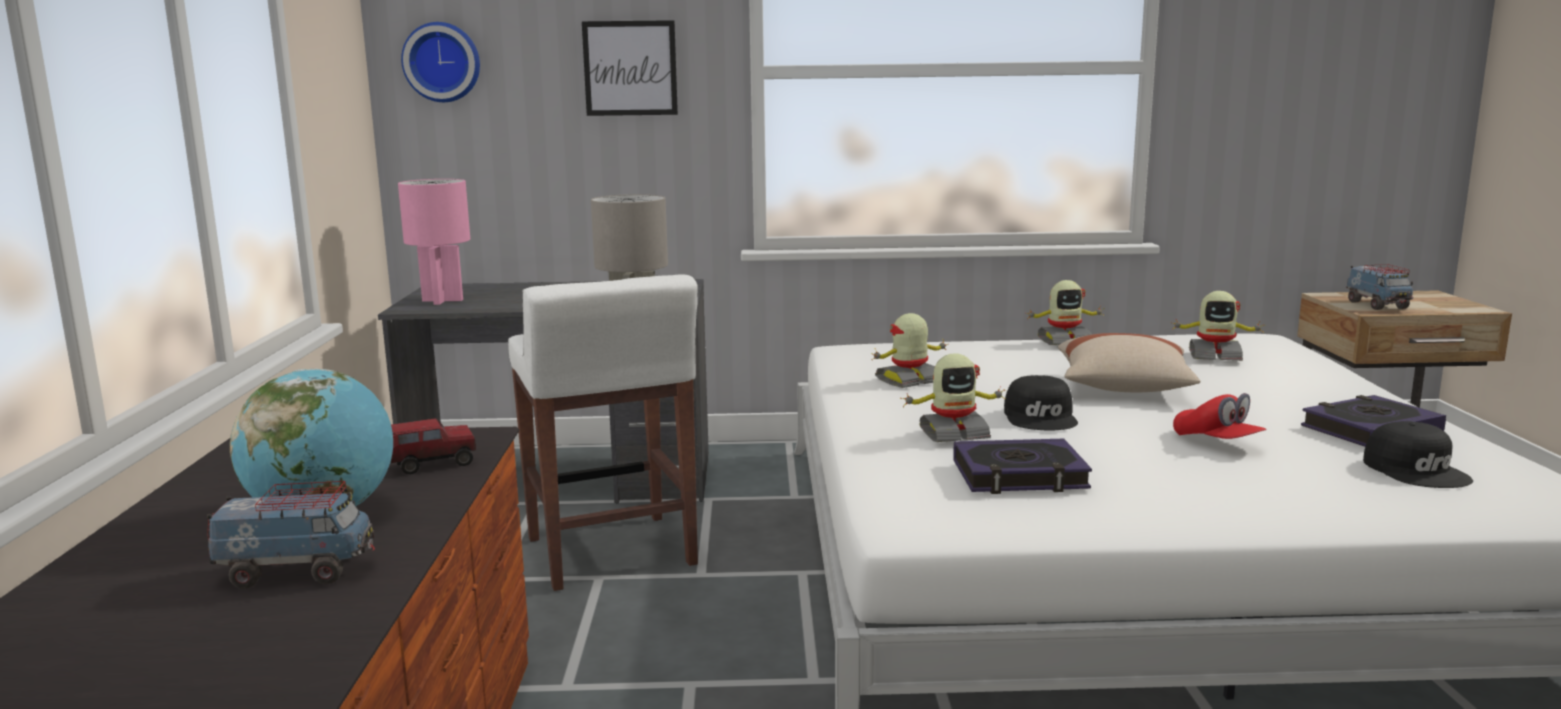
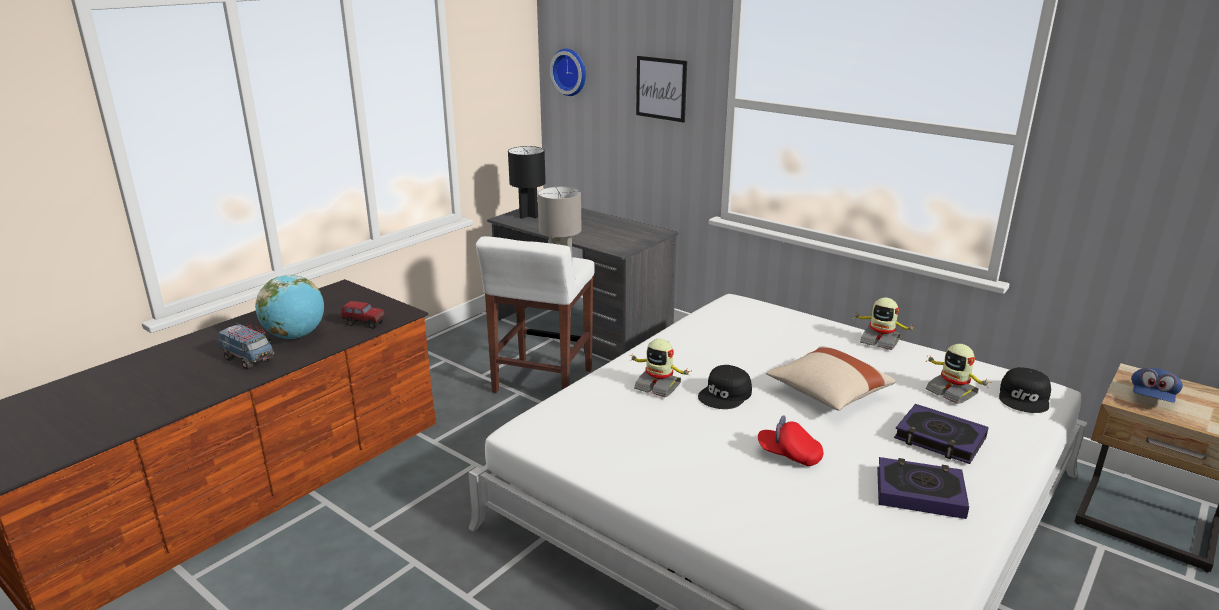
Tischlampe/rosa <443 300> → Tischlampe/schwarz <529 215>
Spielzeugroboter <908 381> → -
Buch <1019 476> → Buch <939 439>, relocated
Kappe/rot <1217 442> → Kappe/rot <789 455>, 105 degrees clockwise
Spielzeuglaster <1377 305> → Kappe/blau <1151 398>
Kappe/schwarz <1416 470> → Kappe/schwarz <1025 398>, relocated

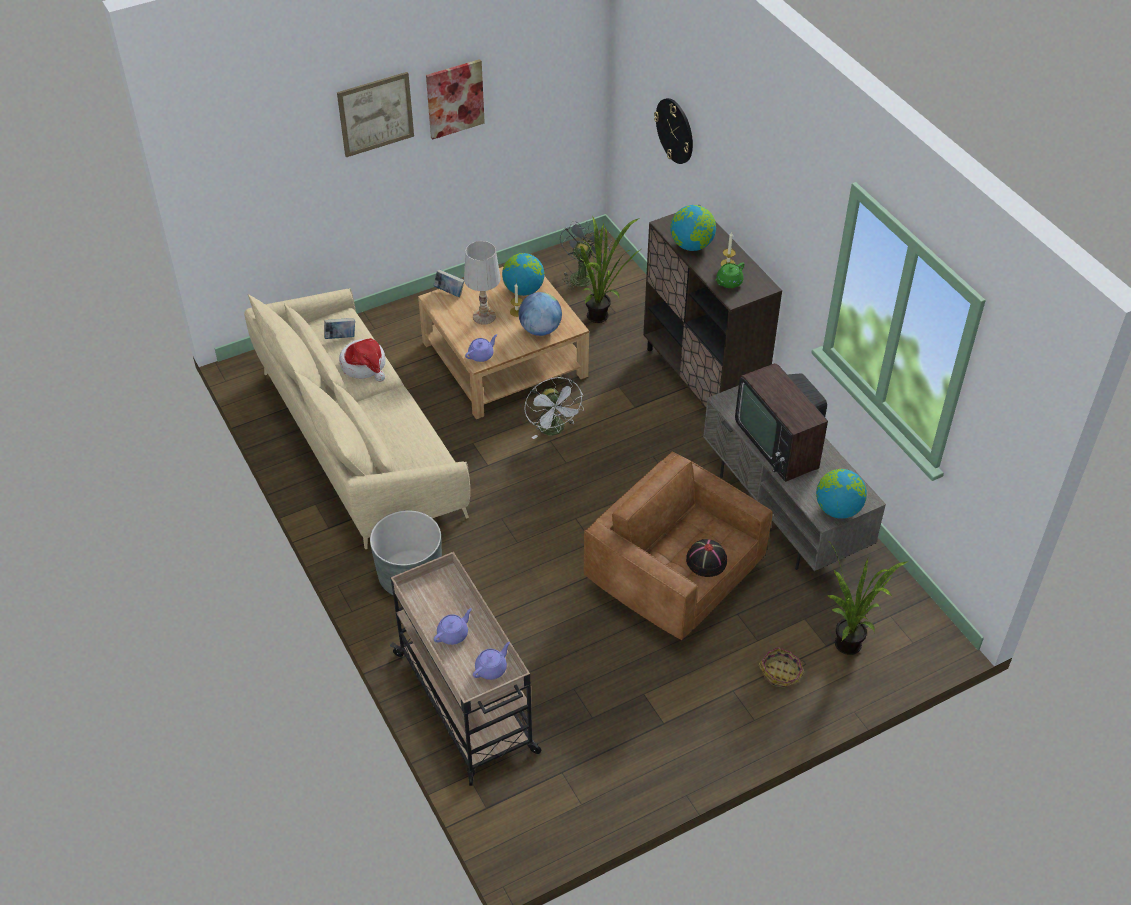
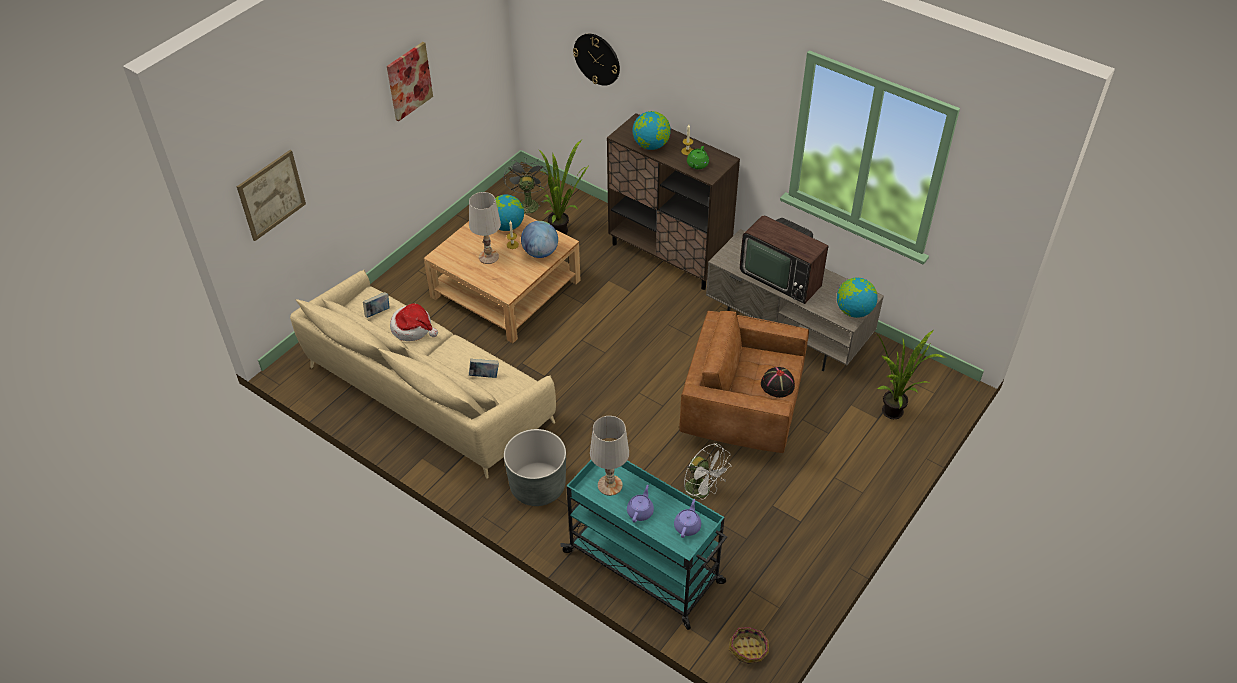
Bild <375 114> → Bild <271 195>, relocated
Rollwagen/beige <466 704> → Rollwagen/türkis <645 568>
Buch <449 292> → Buch <484 376>, relocated
Teekanne/lila <481 355> → -
Ventilator/weiß <554 430> → Ventilator/weiß <702 491>, relocated
Korb <781 673> → Korb <749 649>, relocated
- → Tischlampe/weiß <609 485>

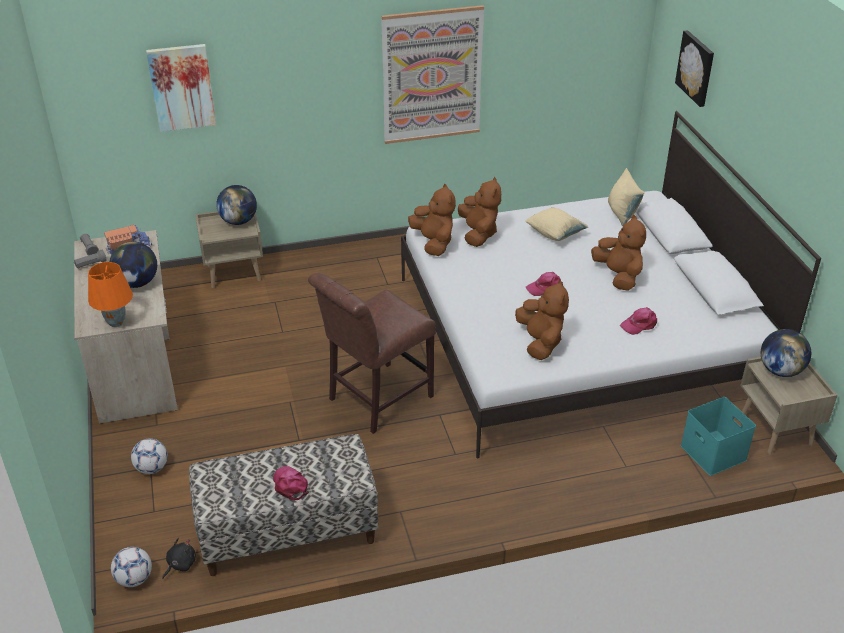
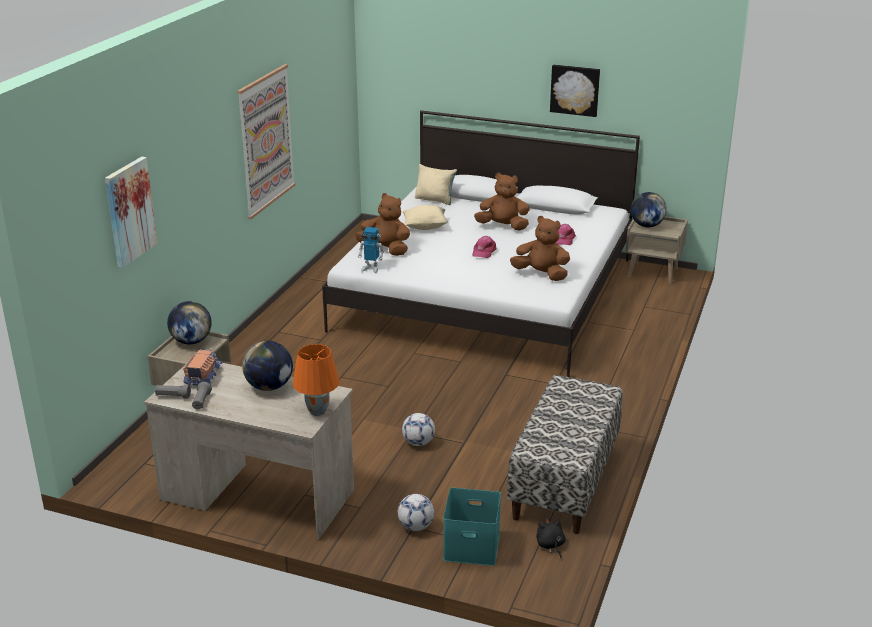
Fußball <134 579> → Fußball <418 443>, relocated
Kappe/rosa <290 485> → -
Stuhl/braun <375 400> → -
Plüschtier/braun <434 243> → Spielzeugroboter <371 268>
Bild <696 68> → Bild <575 90>, relocated
Aufbewahrungsbox/türkis <714 453> → Aufbewahrungsbox/türkis <473 546>, relocated

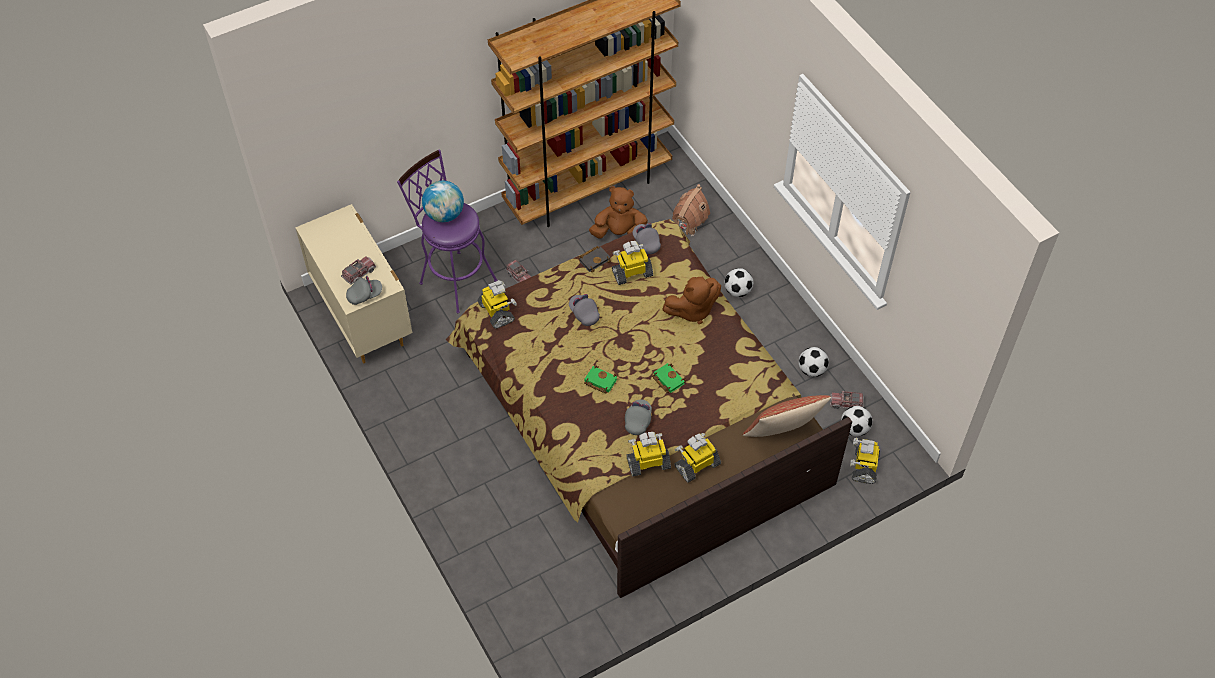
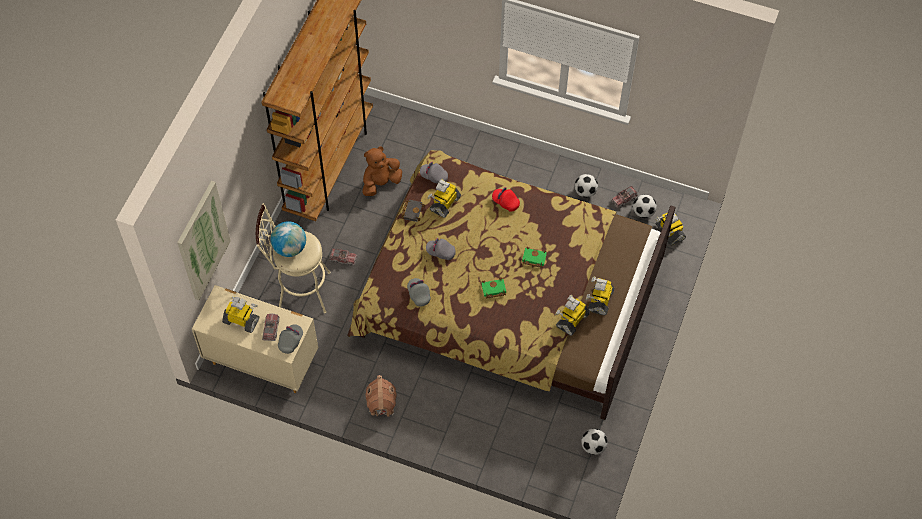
Hocker/lila <454 278> → Hocker/beige <298 290>
Spielzeugroboter <497 312> → Spielzeugroboter <242 320>, relocated
Kappe/grau <638 421> → Kappe/grau <418 294>, relocated
Plüschtier/braun <692 310> → Kappe/rot <505 202>
Spielzeughaus <689 222> → Spielzeughaus <381 404>, relocated
Fußball <737 291> → Fußball <593 446>, relocated
Kissen <782 434> → -
- → Bild <203 241>

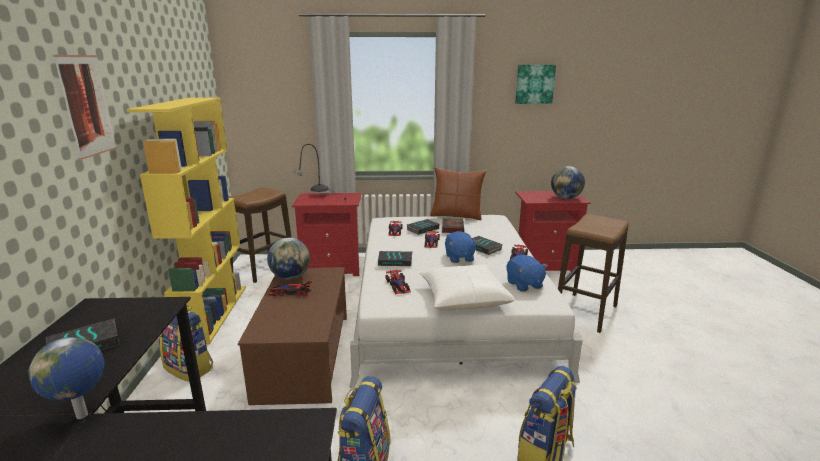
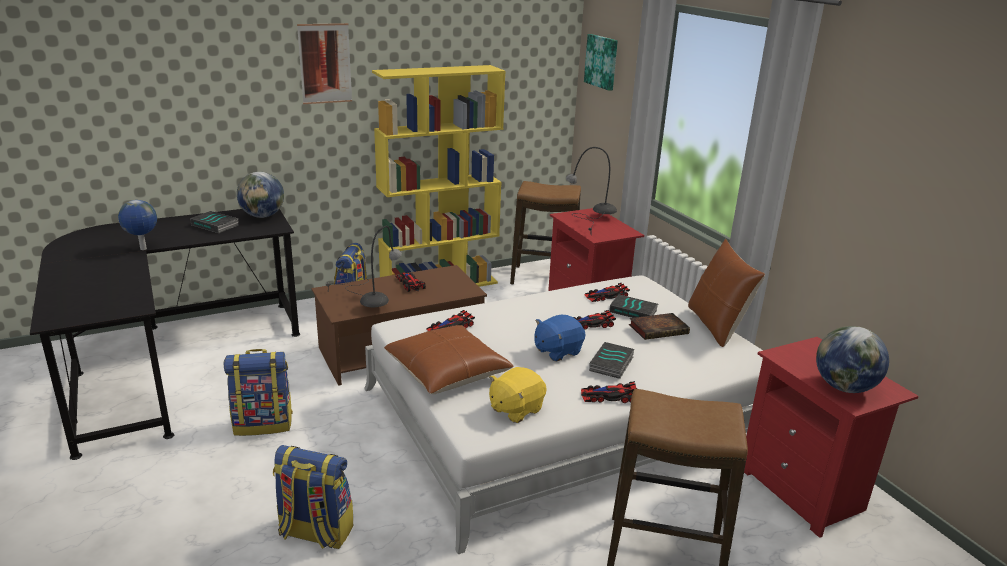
Globus <291 277> → Globus <263 216>, relocated
Buch <395 261> → -
Kissen/weiß <464 298> → Kissen/braun <447 371>
Plüschtier/blau <524 285> → Plüschtier/gelb <515 409>
Bild <534 84> → Bild <602 61>, relocated
- → Tischlampe/grau <371 301>

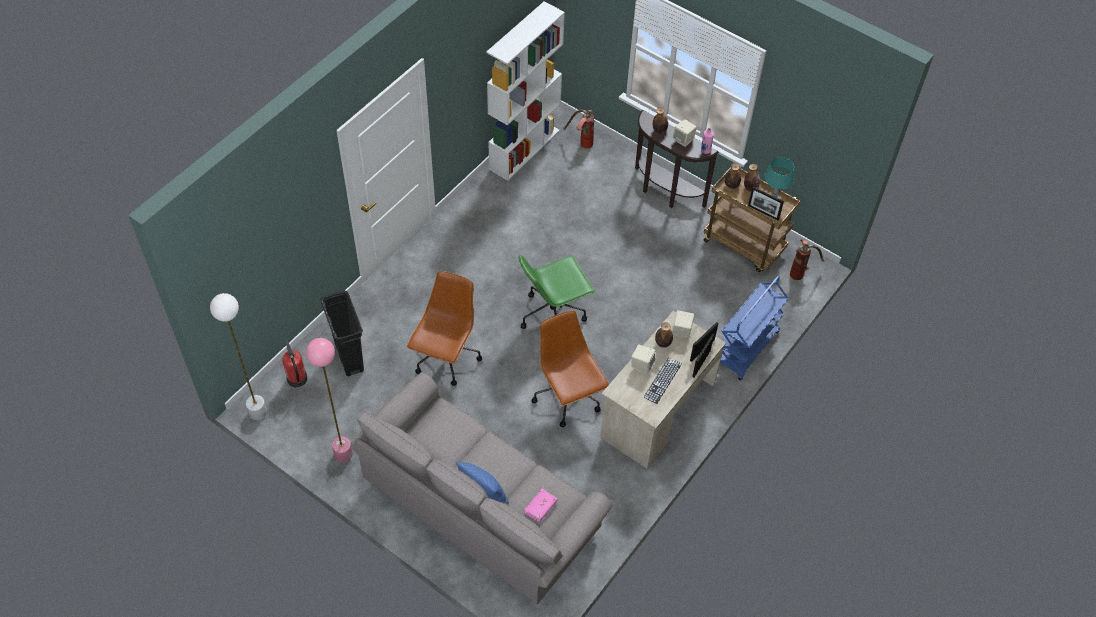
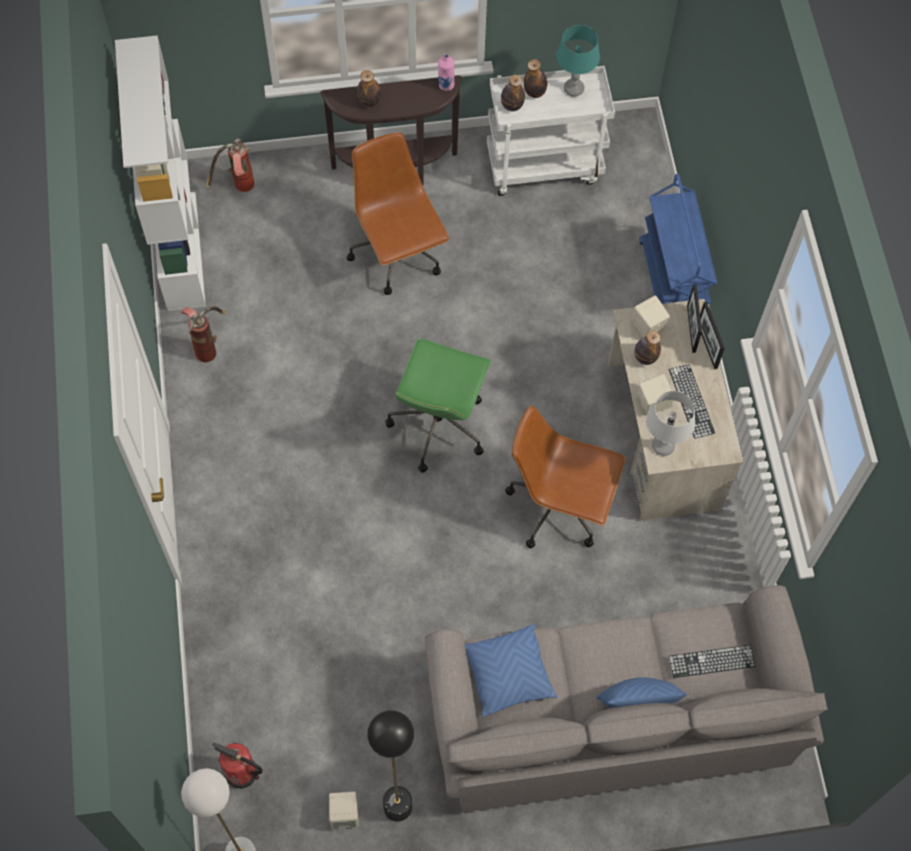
Stehlampe/rosa <343 454> → Stehlampe/schwarz <397 807>
Mülleimer/schwarz <349 358> → -
Bürostuhl/braun <446 358> → Bürostuhl/braun <398 255>, relocated
Buch/rosa <540 507> → Tastatur <711 661>
Lautsprecher/beige <683 140> → Lautsprecher/beige <344 814>, relocated
Rollwagen/braun <744 245> → Rollwagen/weiß <545 165>
Bilderrahmen <763 212> → -
Feuerlöscher <801 272> → Feuerlöscher <208 345>, relocated
- → Kissen/blau <508 675>
- → Tischlampe/grau <663 446>

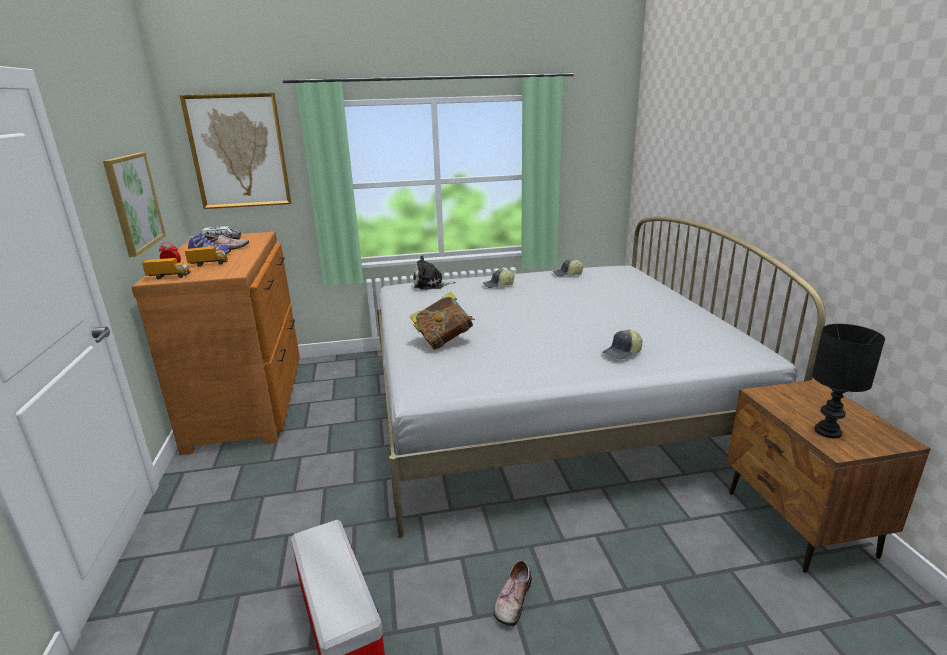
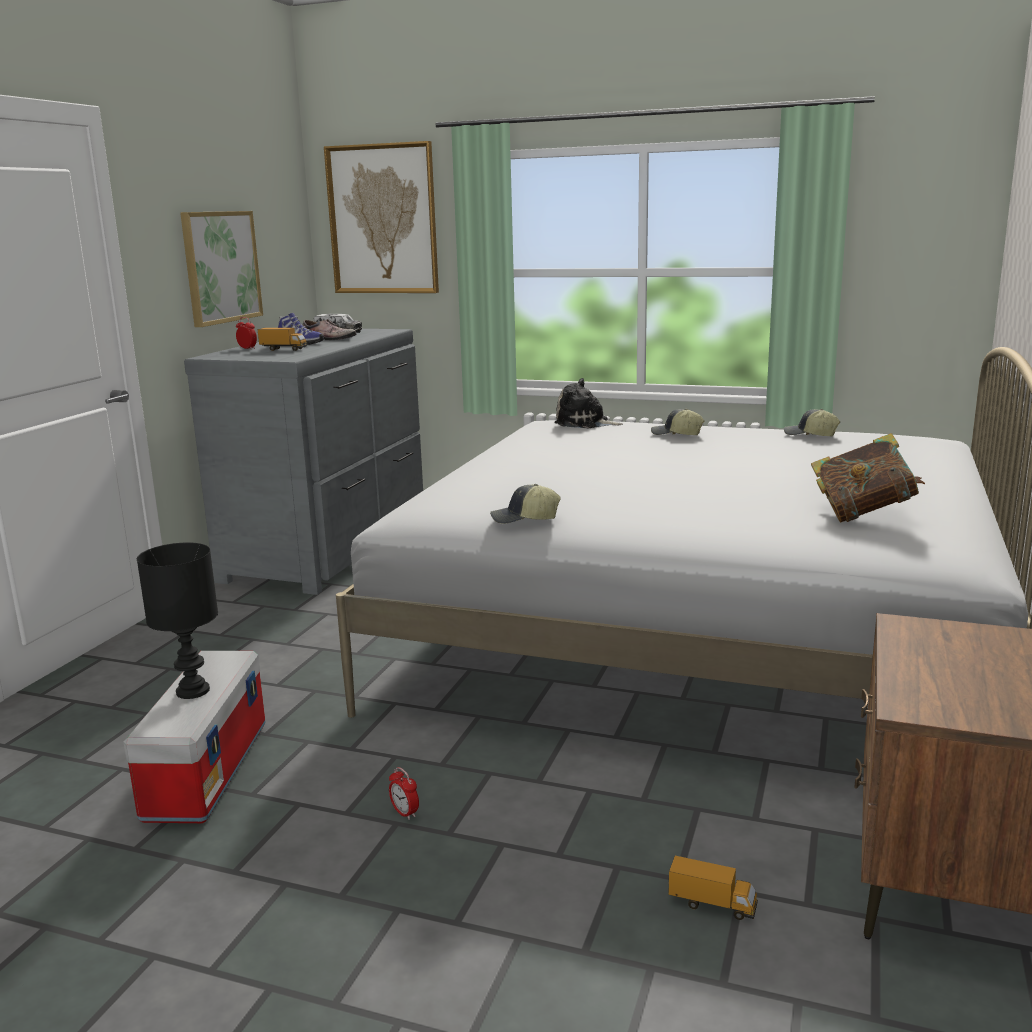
Kommode/braun <250 401> → Kommode/grau <331 549>
Spielzeuglaster <169 277> → Spielzeuglaster <712 905>, relocated
Buch <443 341> → Buch <863 514>, relocated
Schuh <512 599> → Wecker <405 813>
Kappe <623 353> → Kappe <524 519>, relocated
Tischlampe/schwarz <828 432> → Tischlampe/schwarz <191 691>, relocated

